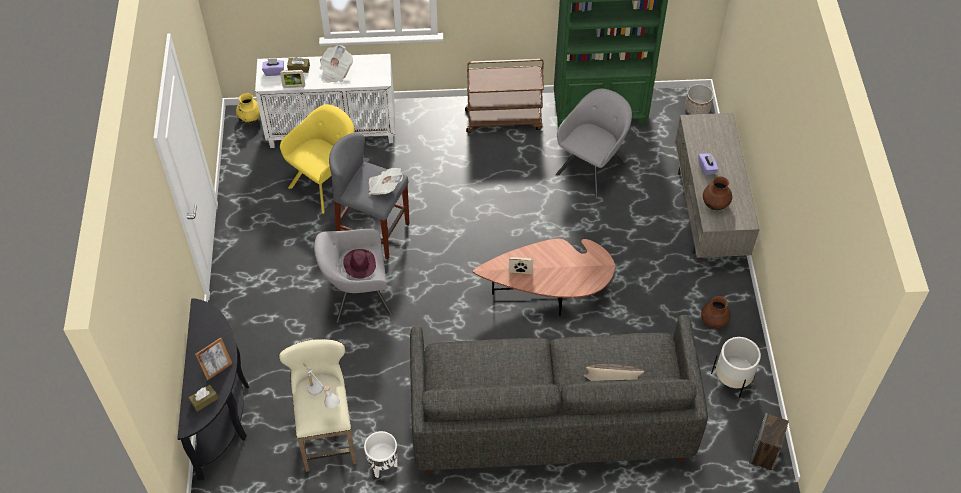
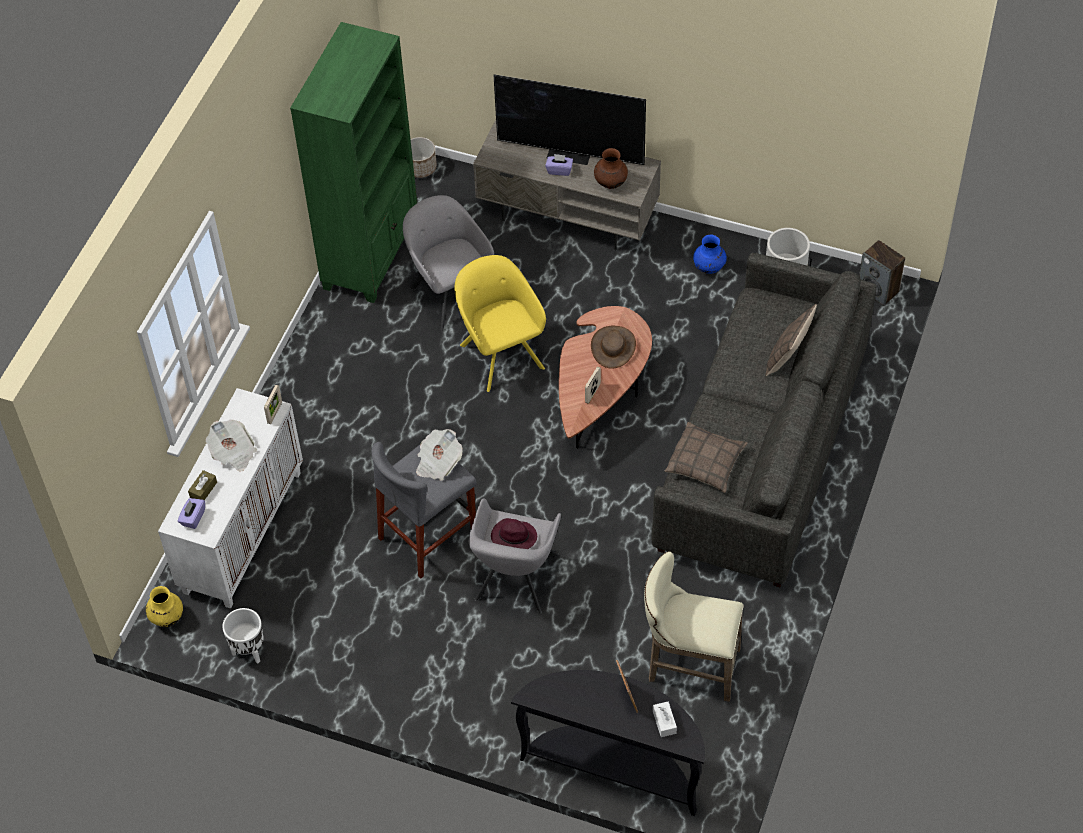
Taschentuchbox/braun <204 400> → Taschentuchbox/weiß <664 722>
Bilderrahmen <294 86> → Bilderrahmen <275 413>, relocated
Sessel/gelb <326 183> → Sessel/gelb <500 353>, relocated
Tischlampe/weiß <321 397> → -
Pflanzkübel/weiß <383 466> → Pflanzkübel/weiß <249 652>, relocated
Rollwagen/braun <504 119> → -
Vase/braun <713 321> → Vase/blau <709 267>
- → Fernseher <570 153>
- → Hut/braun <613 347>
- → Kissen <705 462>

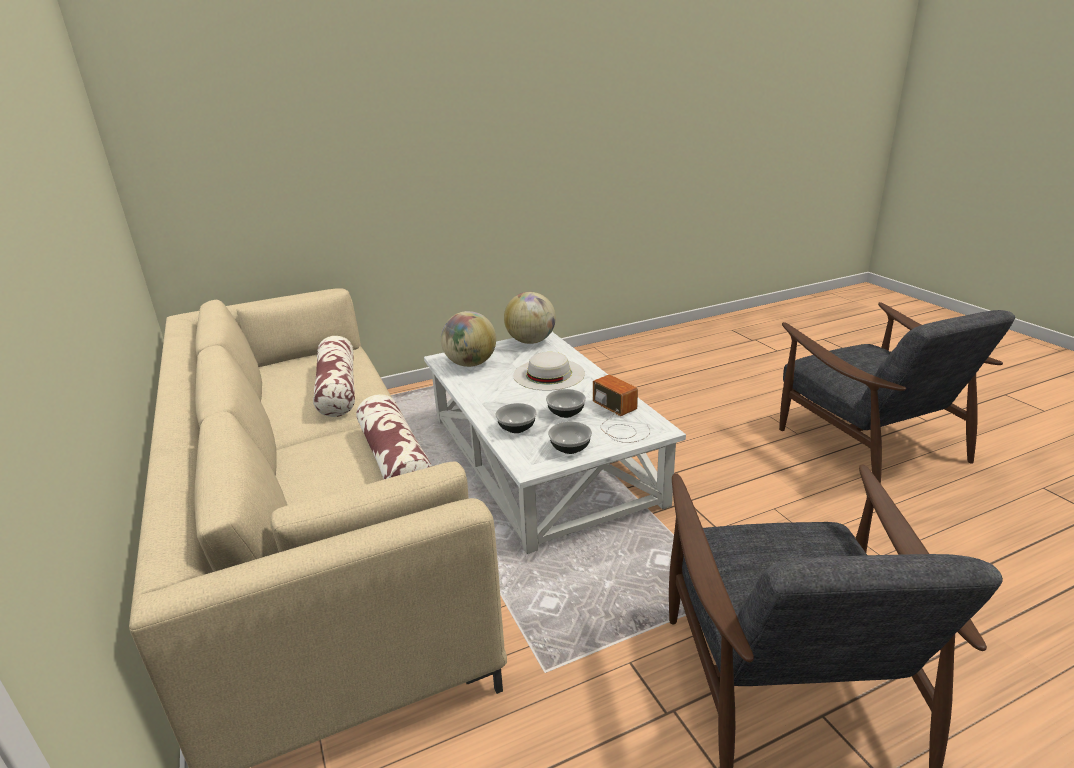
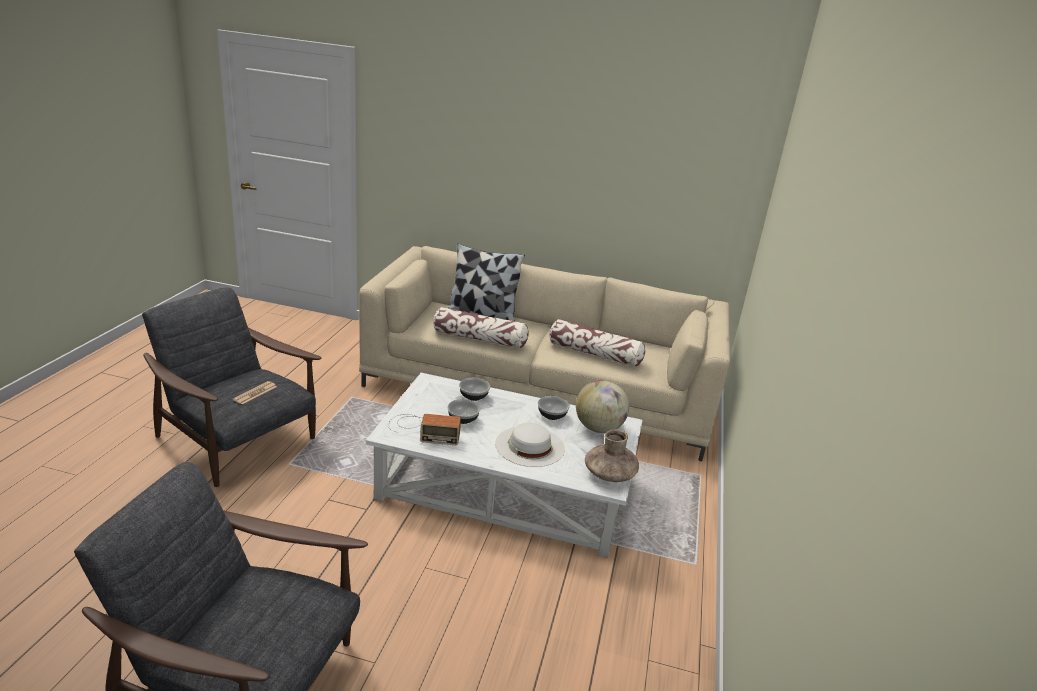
Globus <531 341> → Vase/braun <609 475>
Schüssel <570 448> → Schüssel <551 415>, relocated
- → Zeitung <255 393>
- → Kissen <482 314>

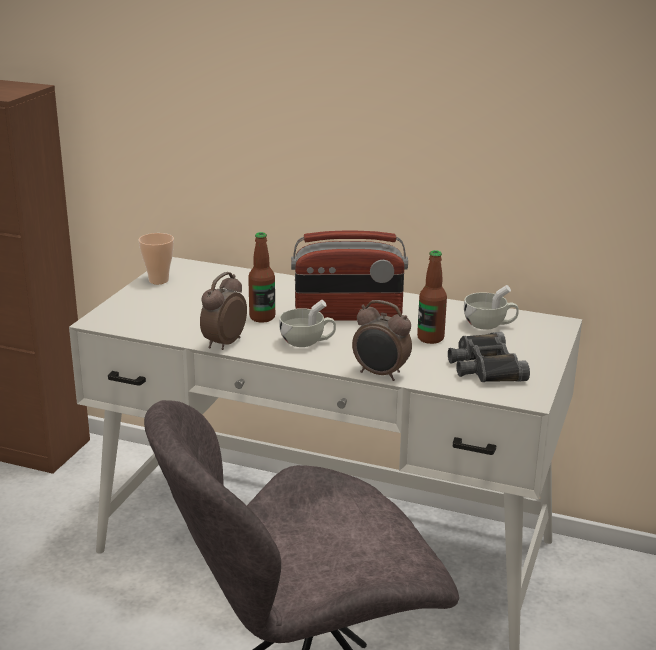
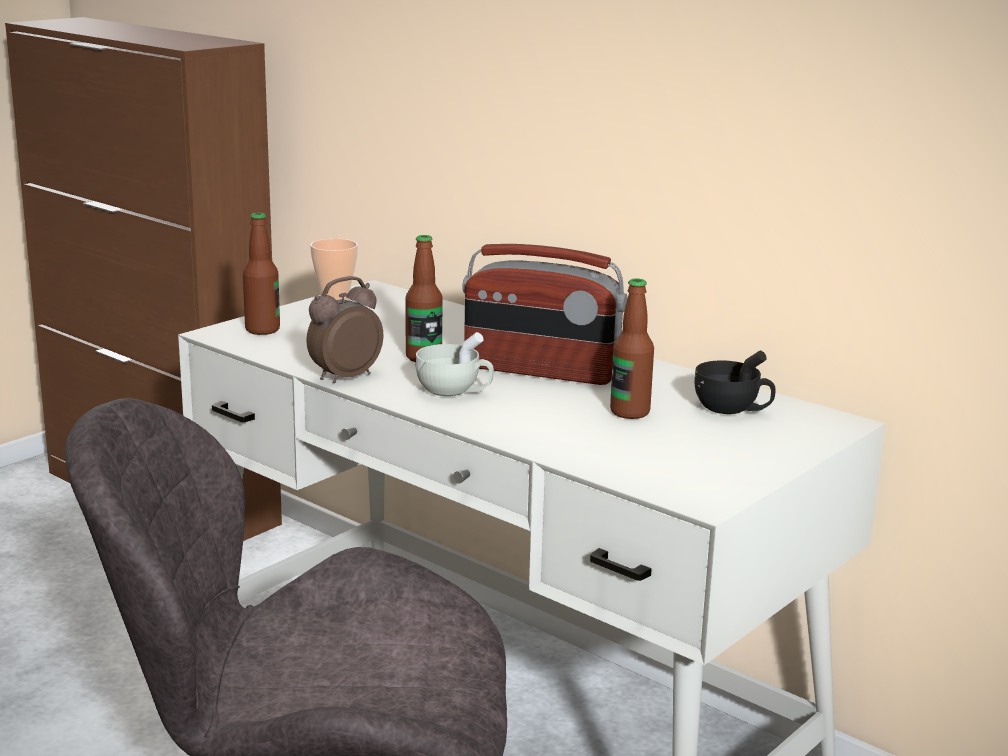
Wecker <380 374> → -
Fernglas/schwarz <484 367> → -
Tasse/weiß <489 325> → Tasse/schwarz <732 410>
- → Flasche <262 330>

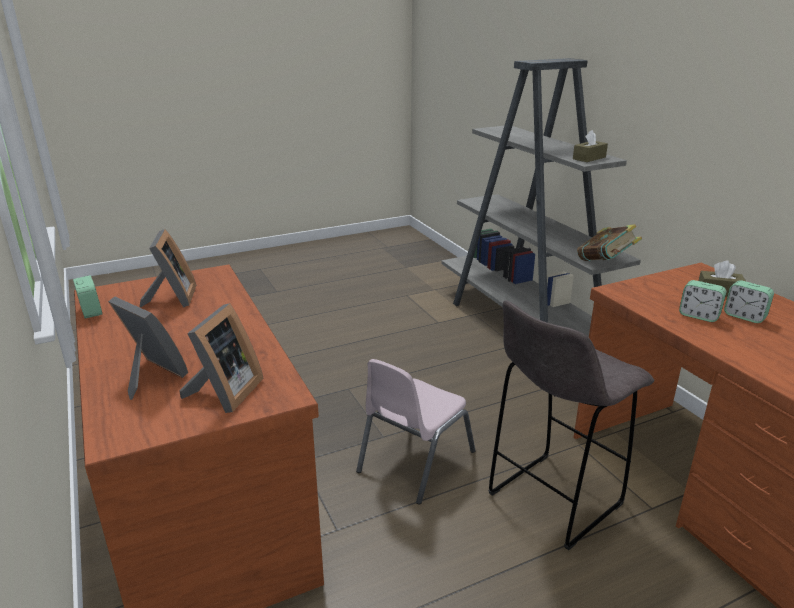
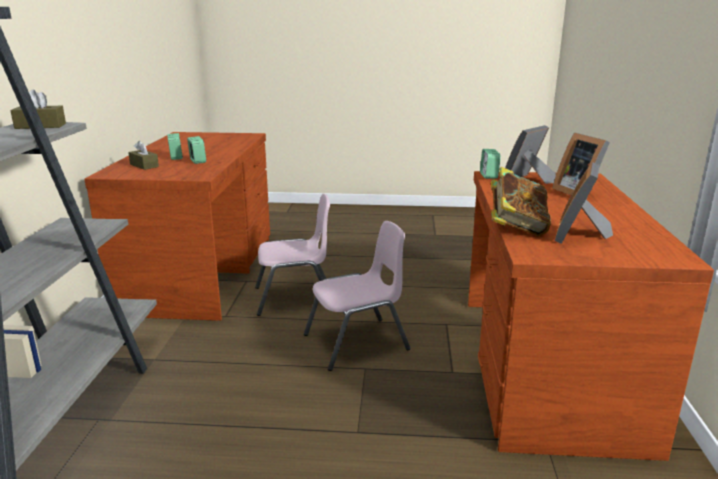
Wecker <91 311> → Wecker <489 176>, relocated
Hocker/grau <552 501> → Stuhl/rosa <295 298>
Buch <605 263> → Buch <516 227>, relocated

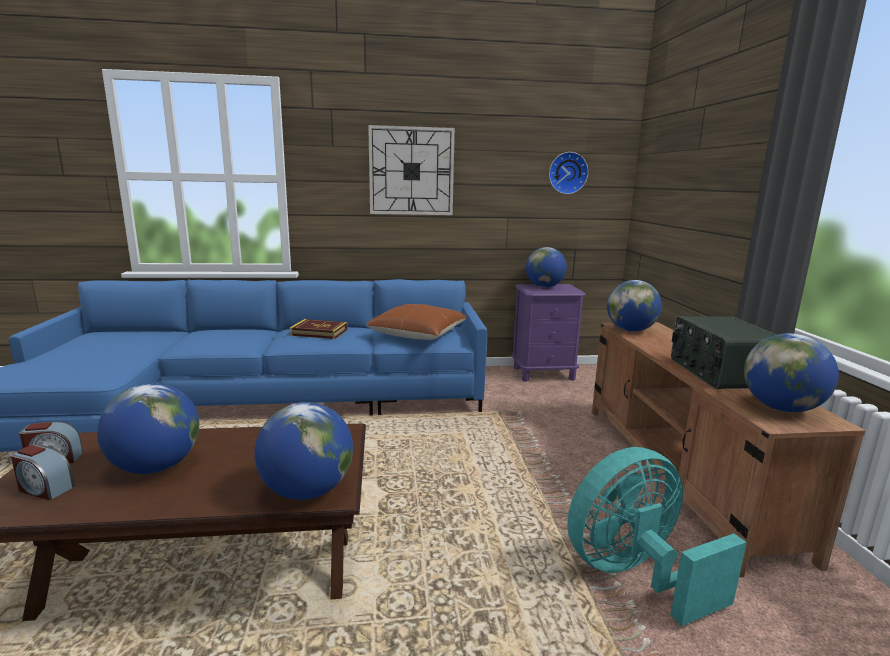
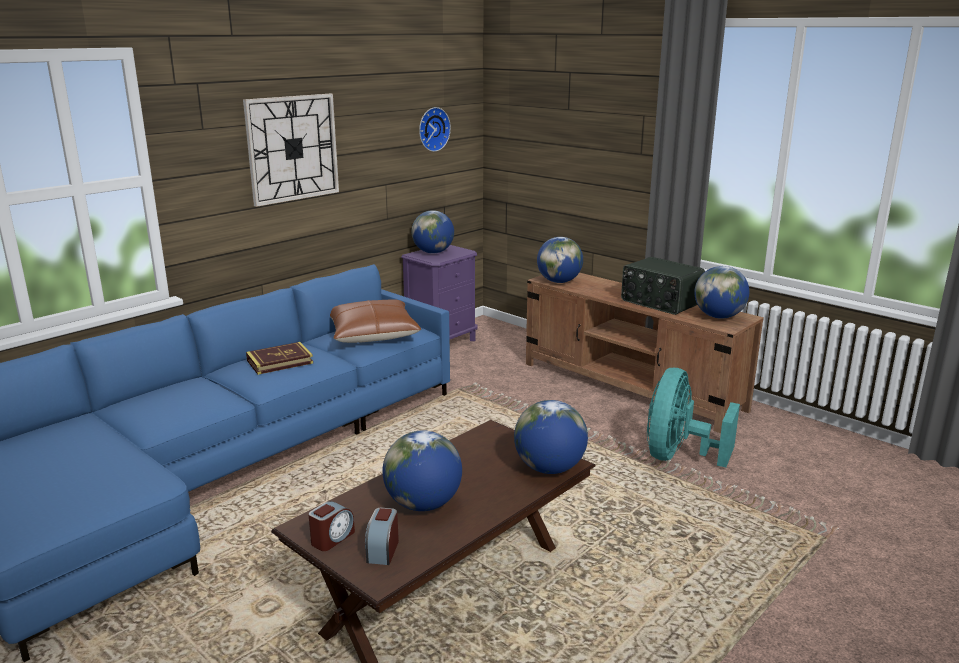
Wecker <45 489> → Wecker <383 550>, 120 degrees clockwise

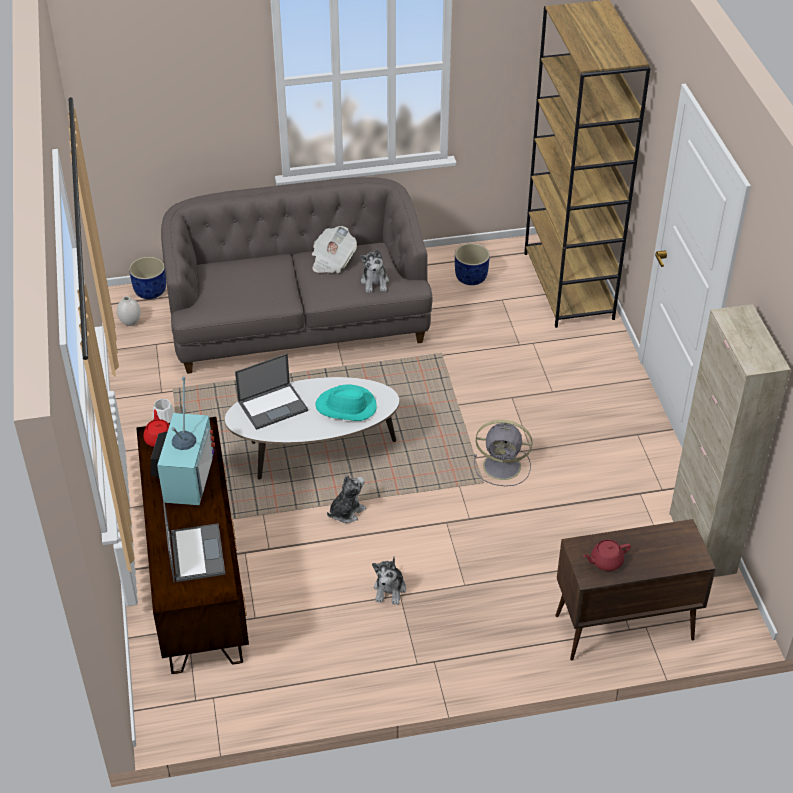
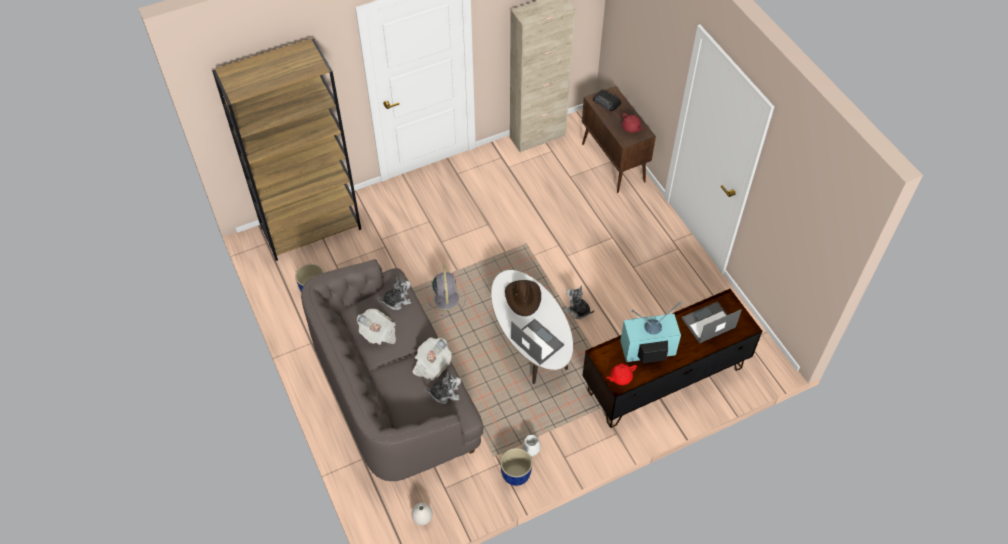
Pflanzkübel/blau <150 291> → Pflanzkübel/blau <515 474>, relocated
Hut/türkis <346 407> → Hut/braun <523 298>
Plüschtier <390 589> → Plüschtier <445 393>, relocated
Ventilator/grau <503 466> → Ventilator/grau <446 298>, relocated
- → Zeitung <431 364>
- → Radio <607 102>

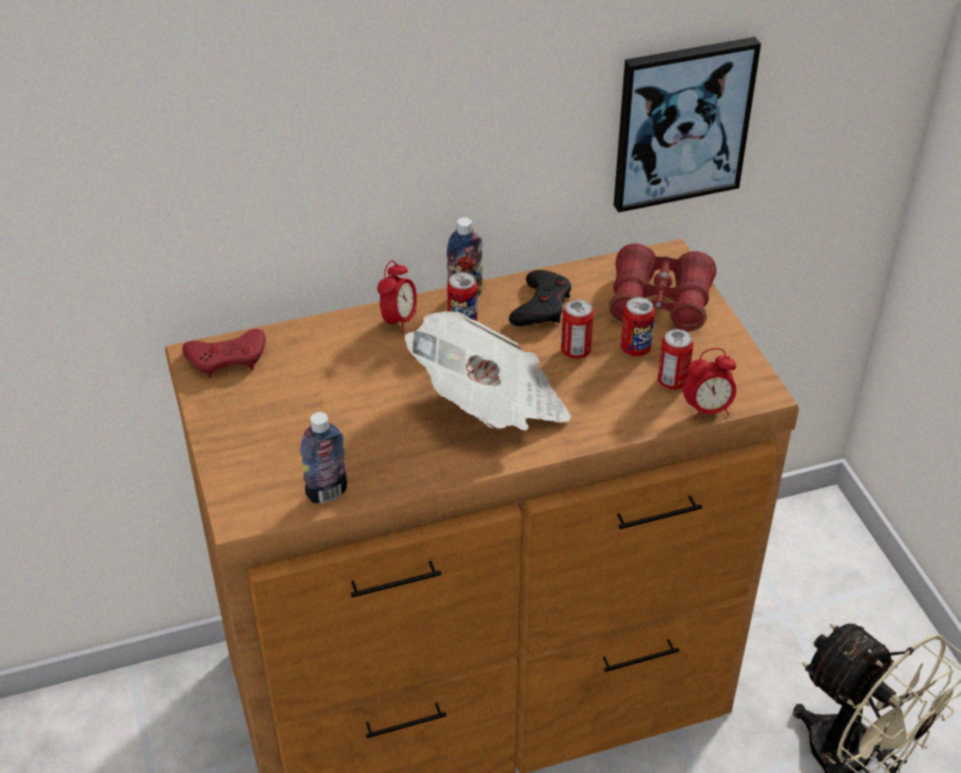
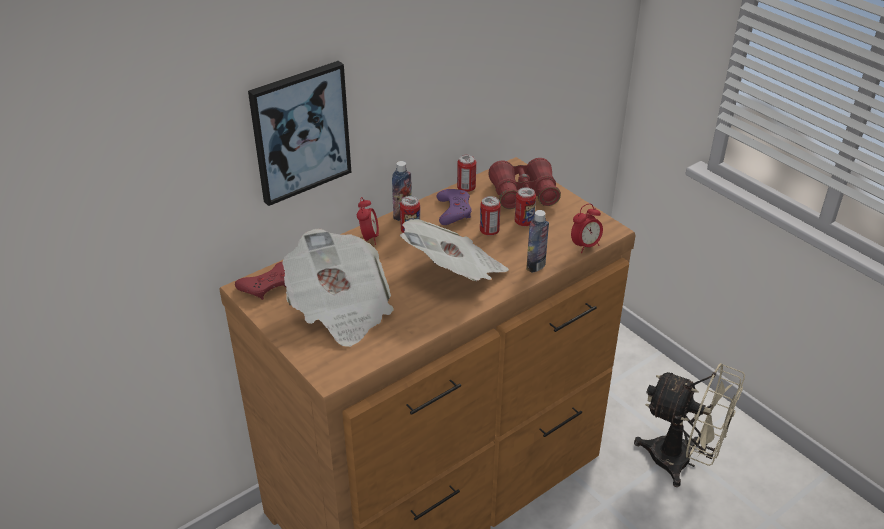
Flasche <327 492> → Flasche <536 265>, relocated
Gamepad/schwarz <541 306> → Gamepad/lila <453 211>
Bild <682 123> → Bild <300 132>, relocated
Dose <672 381> → Dose <466 188>, relocated
- → Zeitung <340 309>

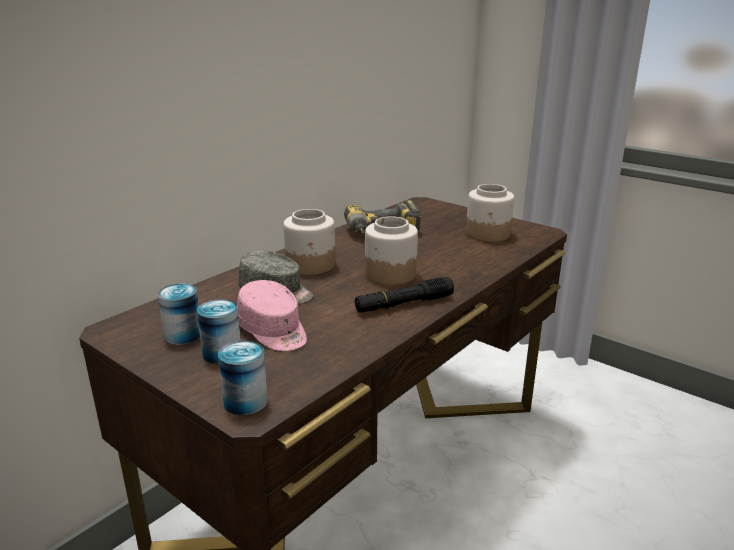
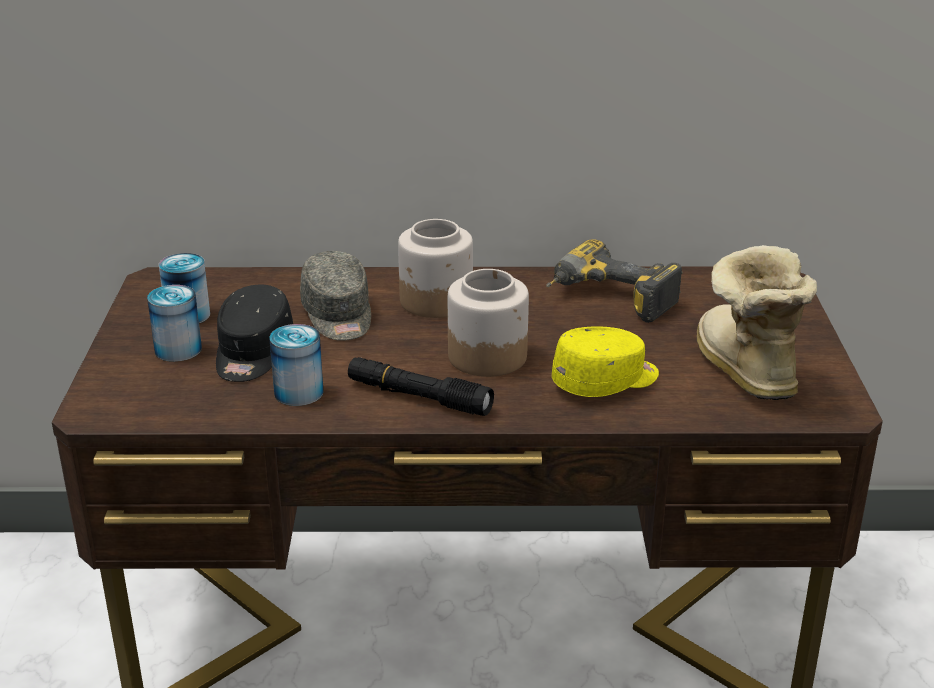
Dose <245 401> → Dose <299 392>, relocated
Kappe/rosa <273 331> → Kappe/schwarz <252 353>
Vorratsglas <488 234> → Stiefel <742 371>
- → Kappe/gelb <606 381>

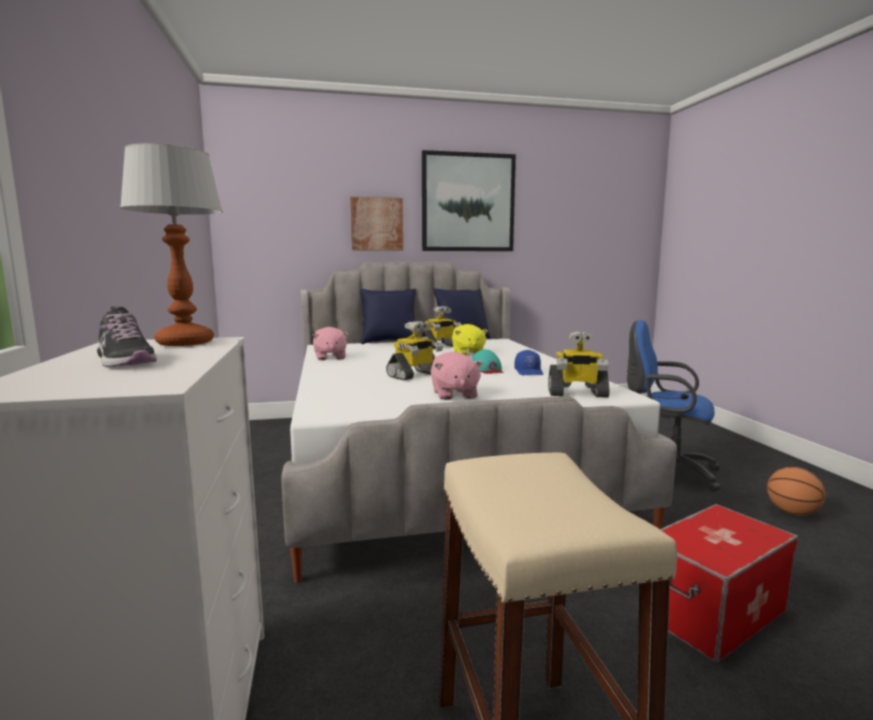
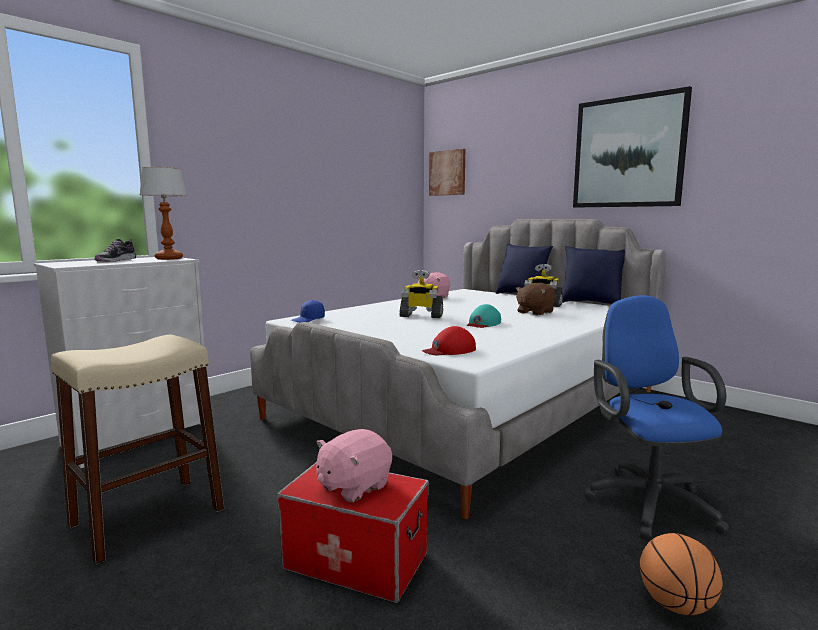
Bild <377 224> → Bild <447 173>, relocated
Plüschtier/rosa <454 394> → Plüschtier/rosa <353 486>, relocated
Plüschtier/gelb <468 353> → Plüschtier/braun <534 312>
Kappe/blau <529 372> → Kappe/blau <308 320>, relocated
Spielzeugroboter <577 394> → Kappe/rot <449 350>

